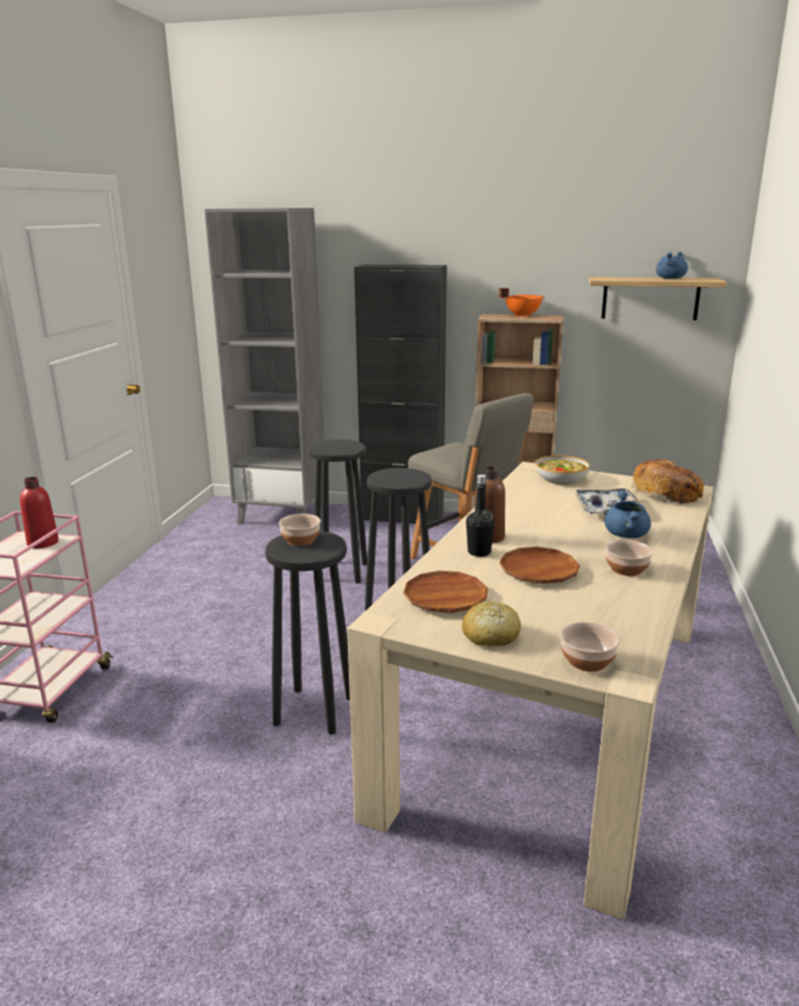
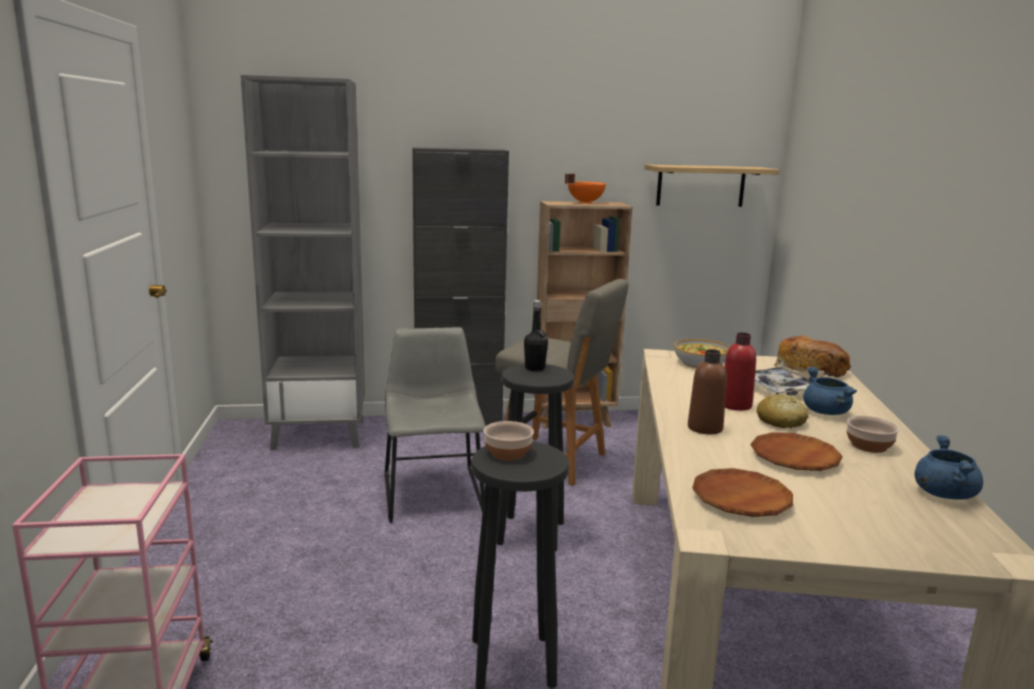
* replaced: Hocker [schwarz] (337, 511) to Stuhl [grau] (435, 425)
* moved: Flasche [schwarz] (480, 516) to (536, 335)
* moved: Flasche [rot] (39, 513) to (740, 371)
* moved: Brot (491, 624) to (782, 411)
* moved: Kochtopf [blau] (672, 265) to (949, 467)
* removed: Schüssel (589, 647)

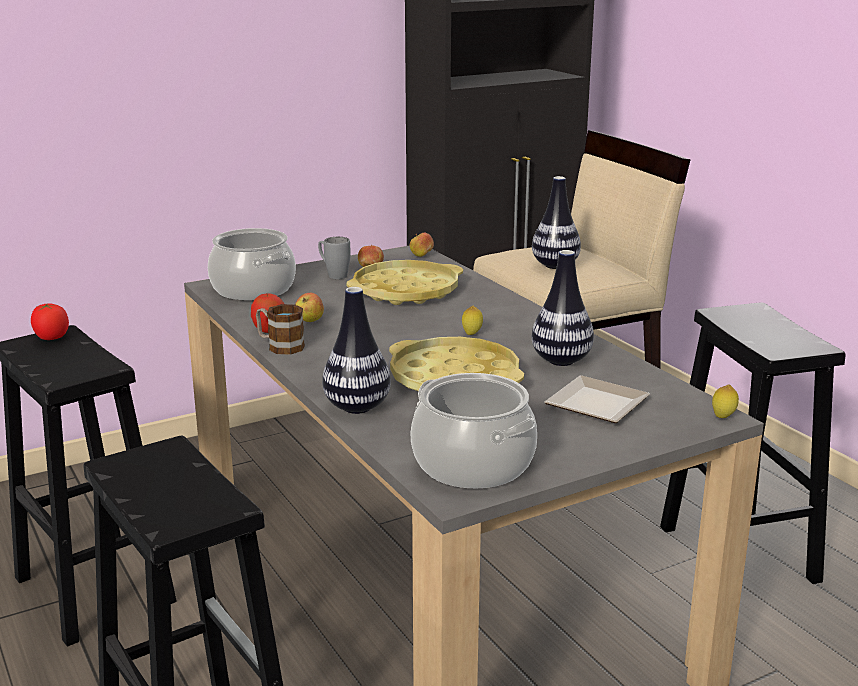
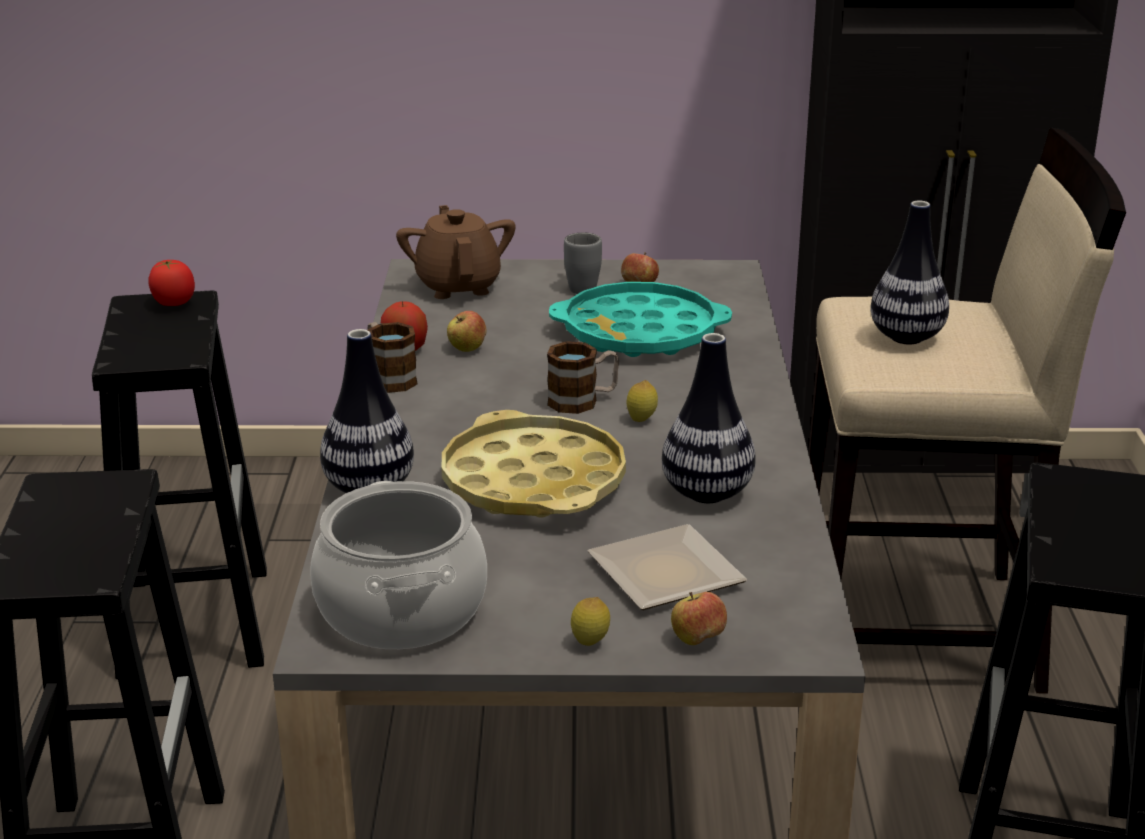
* replaced: Kochtopf (252, 264) to Teekanne [braun] (456, 252)
* added: Henkelbecher (583, 377)
* recoloured: Tablett [gelb] (405, 282) to Tablett [türkis] (640, 319)
* moved: Zitrone (725, 401) to (590, 621)
* moved: Apfel (422, 244) to (699, 618)

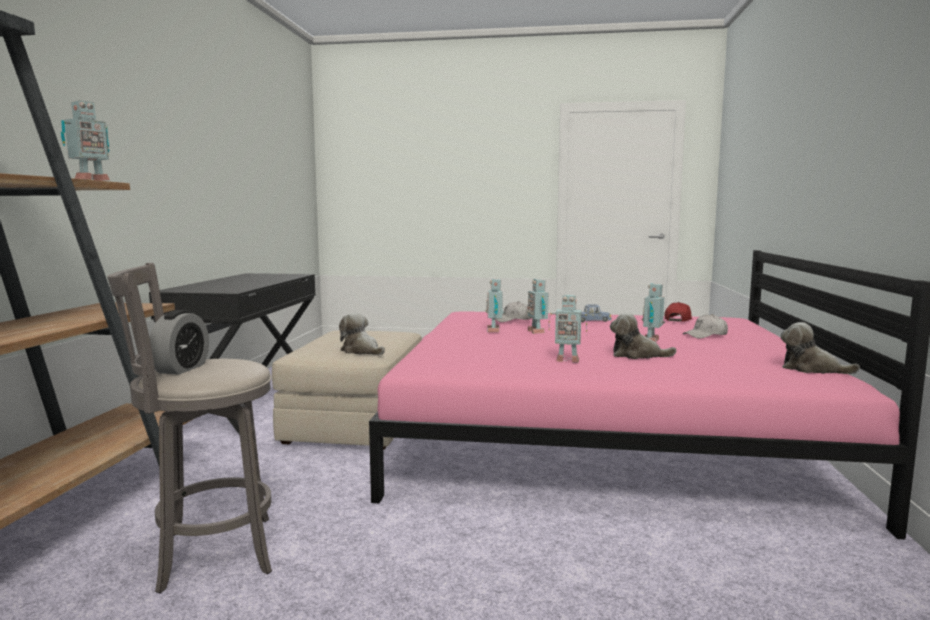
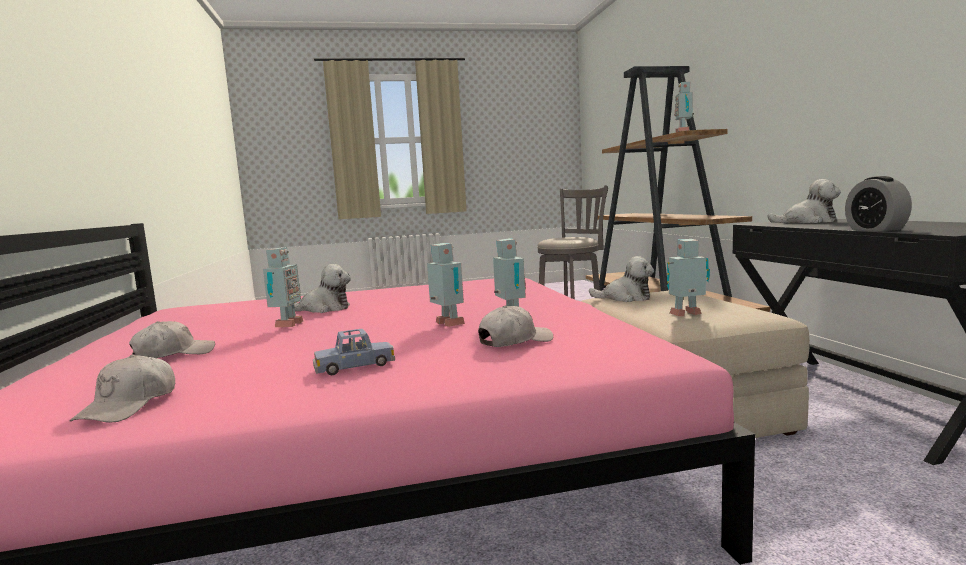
* recoloured: Kappe [rot] (679, 312) to Kappe [weiß] (122, 388)
* moved: Spielzeugroboter (568, 329) to (688, 277)
* moved: Plüschtier (820, 348) to (804, 201)
* moved: Wecker (179, 342) to (878, 203)

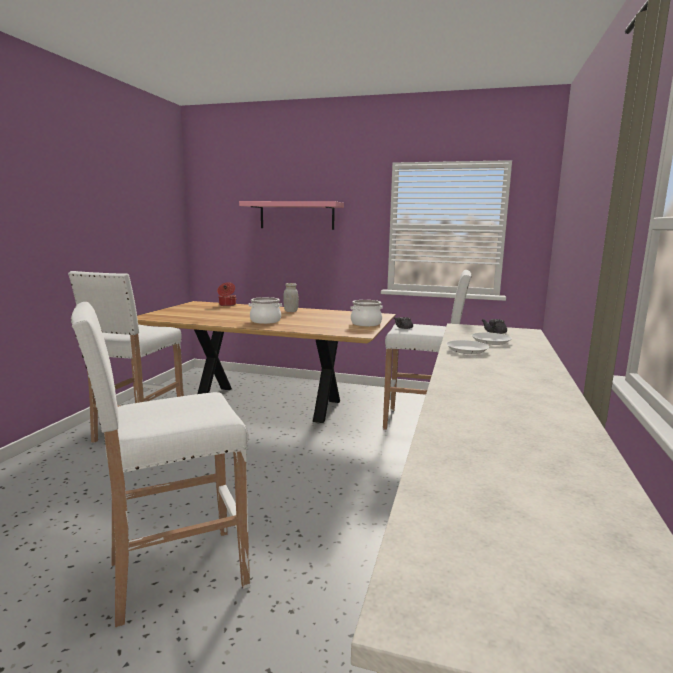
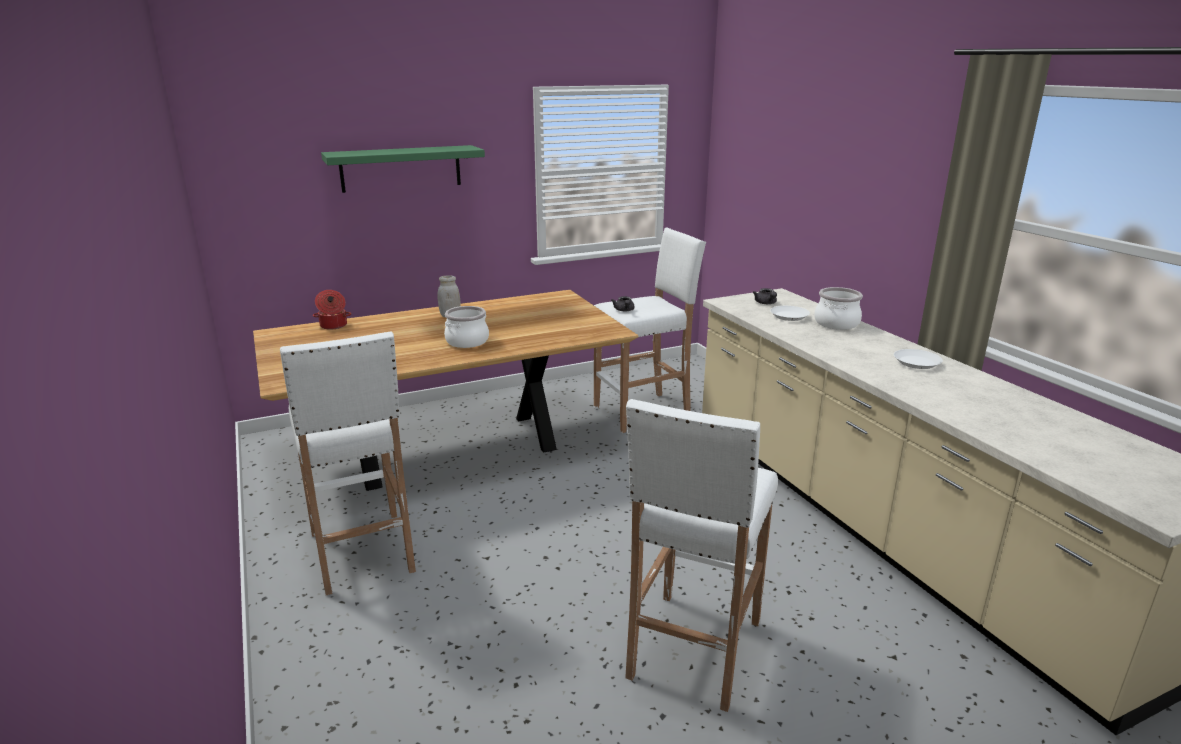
* recoloured: Wandregal [rosa] (291, 215) to Wandregal [grün] (403, 169)
* moved: Kochtopf (367, 313) to (838, 308)
* moved: Teller [weiß] (467, 347) to (918, 359)

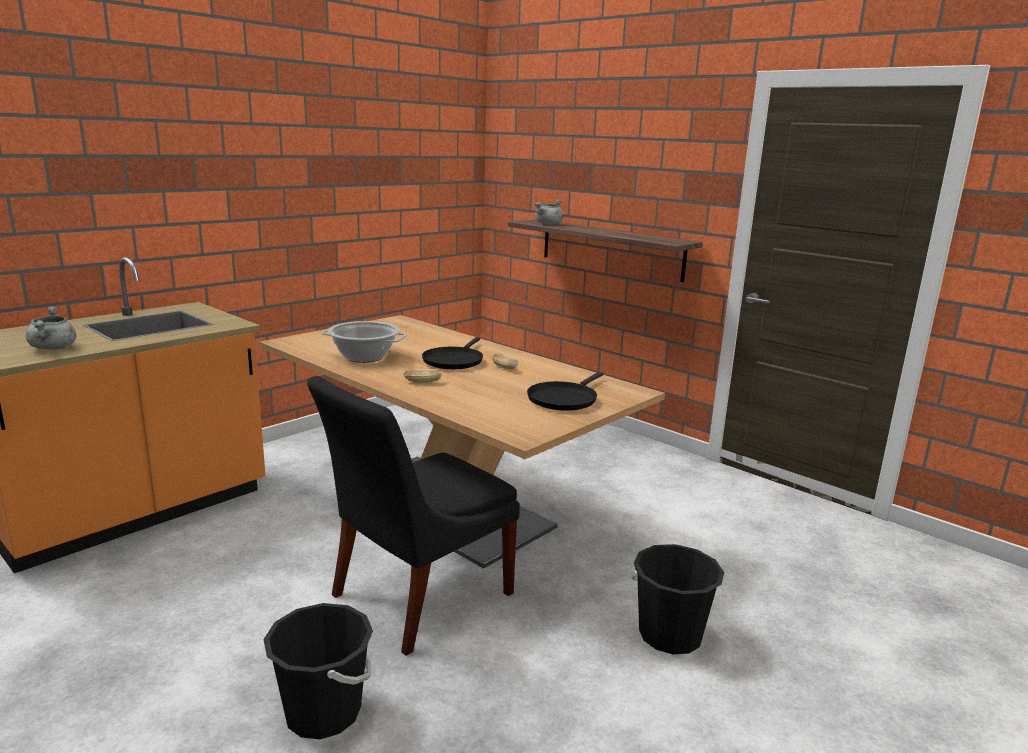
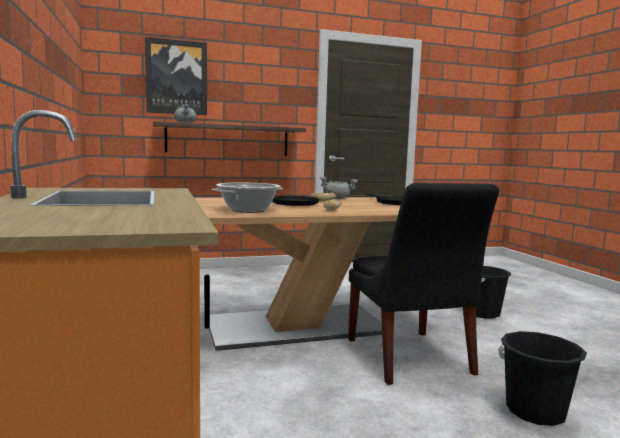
* added: Bild (176, 76)
* moved: Kochtopf [grau] (51, 328) to (339, 187)

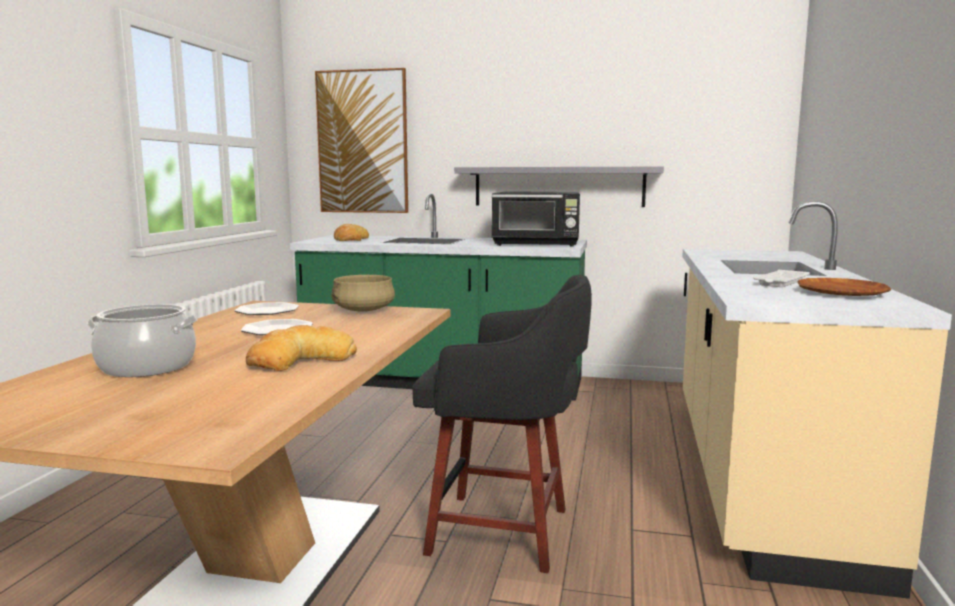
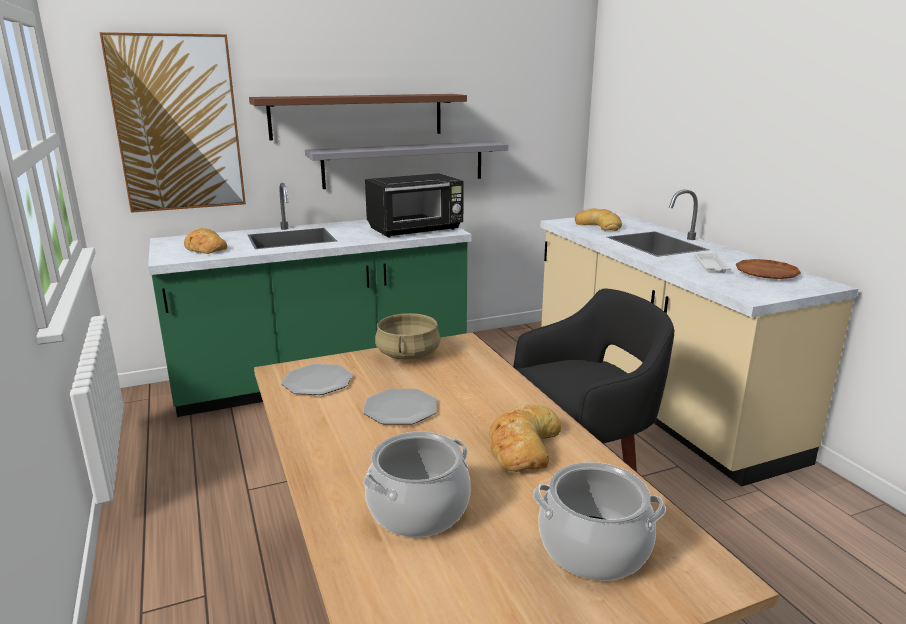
* added: Wandregal [braun] (358, 117)
* added: Kochtopf (599, 521)
* added: Brot (598, 219)

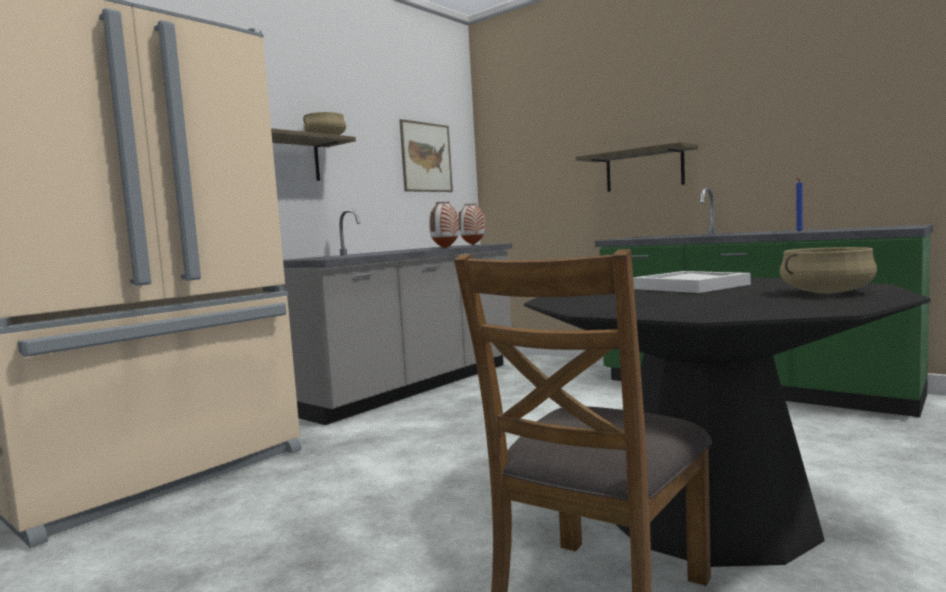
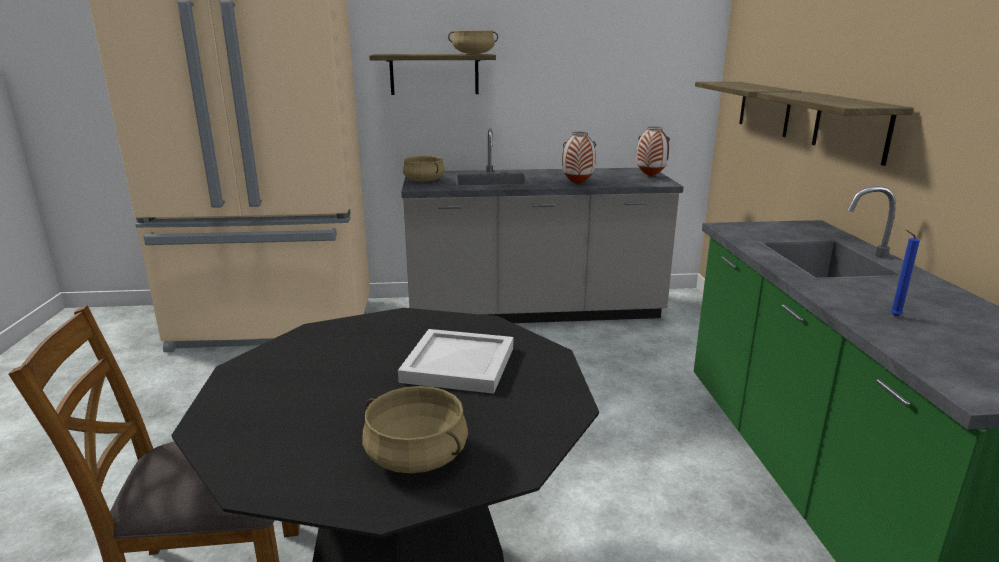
* added: Kochtopf [beige] (424, 169)
* added: Wandregal (748, 109)
* removed: Bild (426, 155)

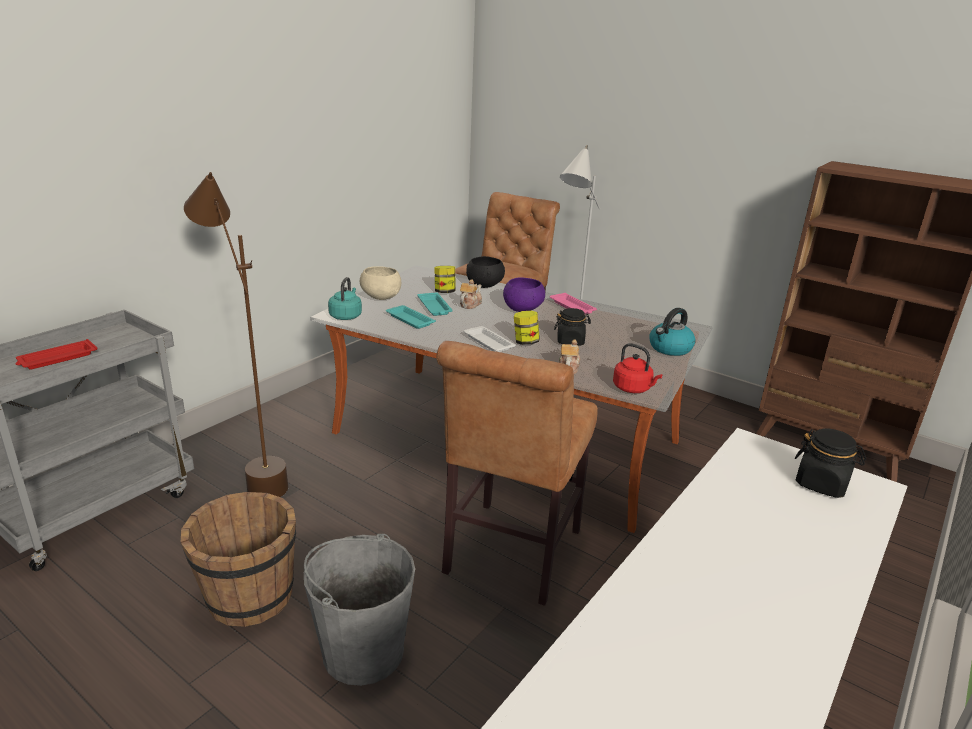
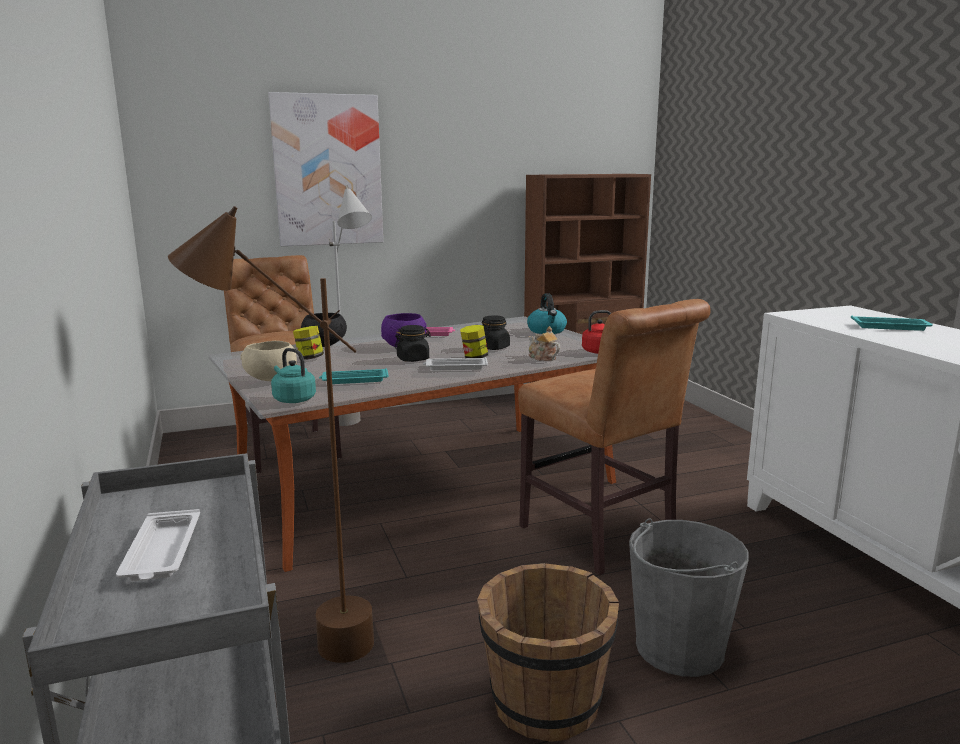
* recoloured: Tablett [rot] (56, 354) to Tablett [weiß] (158, 545)
* added: Bild (325, 169)
* moved: Vorratsglas [schwarz] (830, 463) to (413, 343)
* moved: Tablett [türkis] (435, 304) to (892, 323)
* removed: Teekanne (471, 294)

